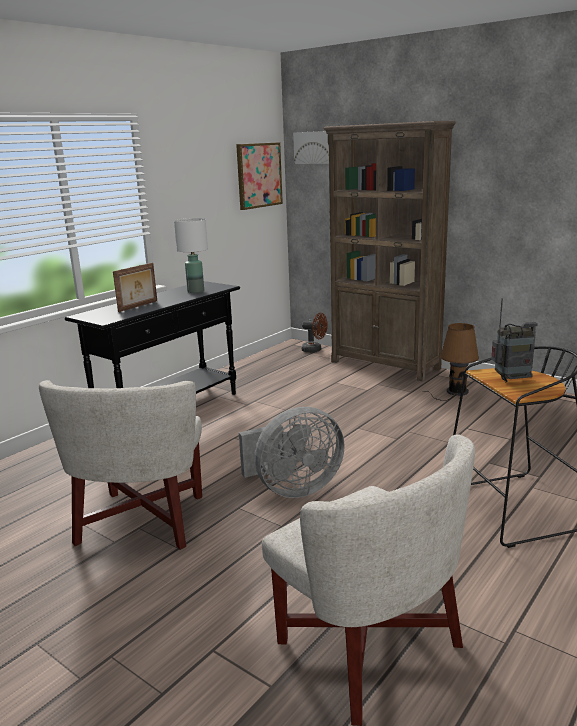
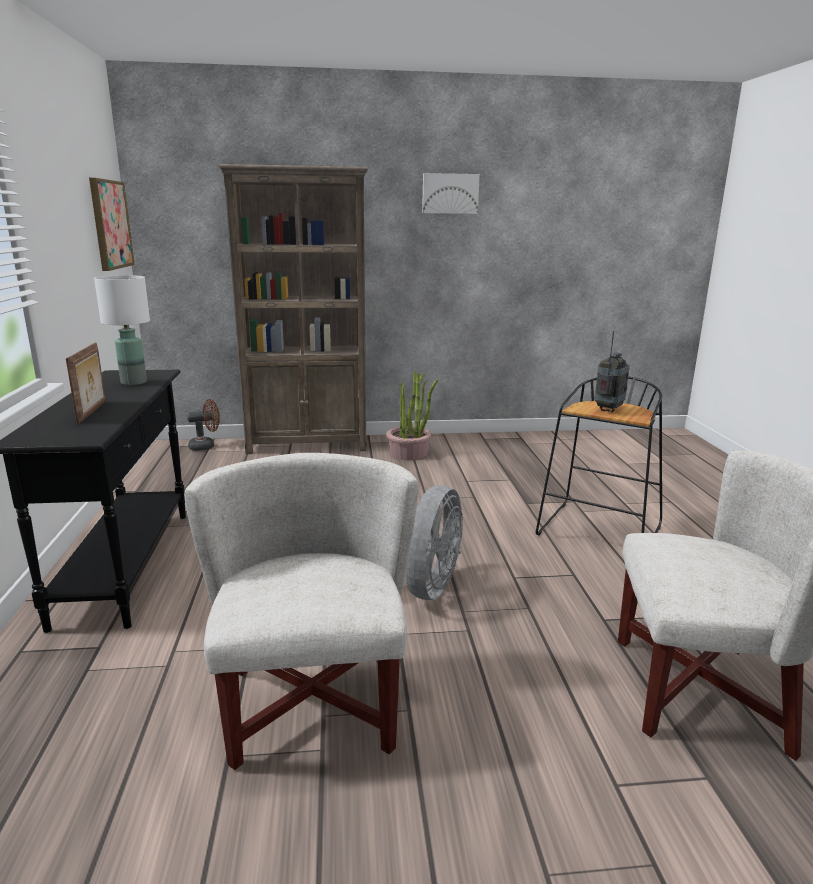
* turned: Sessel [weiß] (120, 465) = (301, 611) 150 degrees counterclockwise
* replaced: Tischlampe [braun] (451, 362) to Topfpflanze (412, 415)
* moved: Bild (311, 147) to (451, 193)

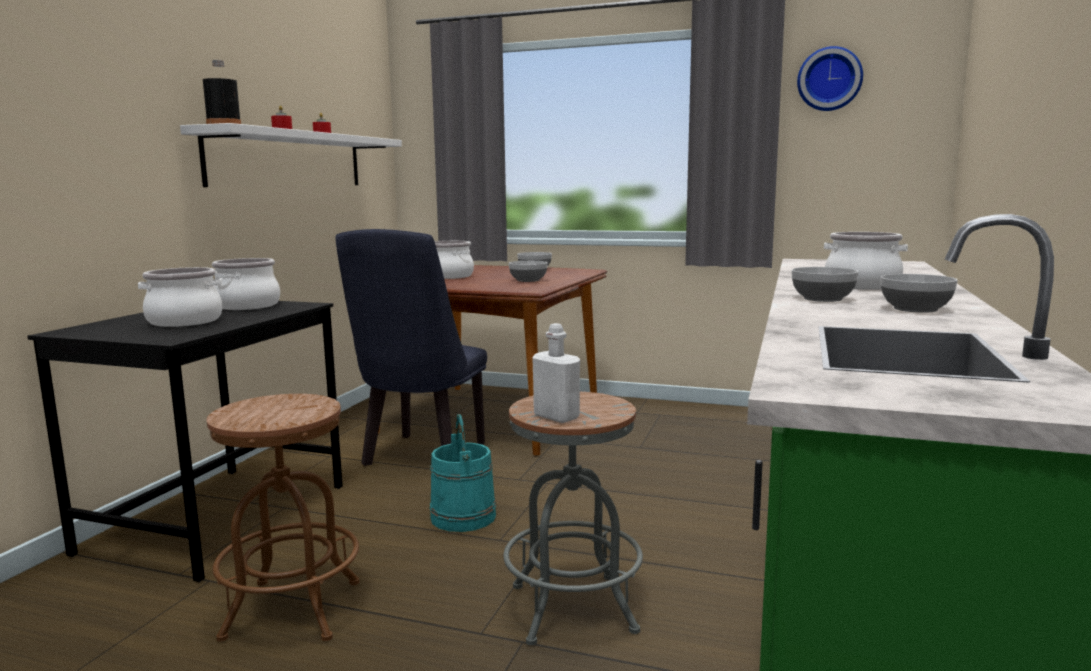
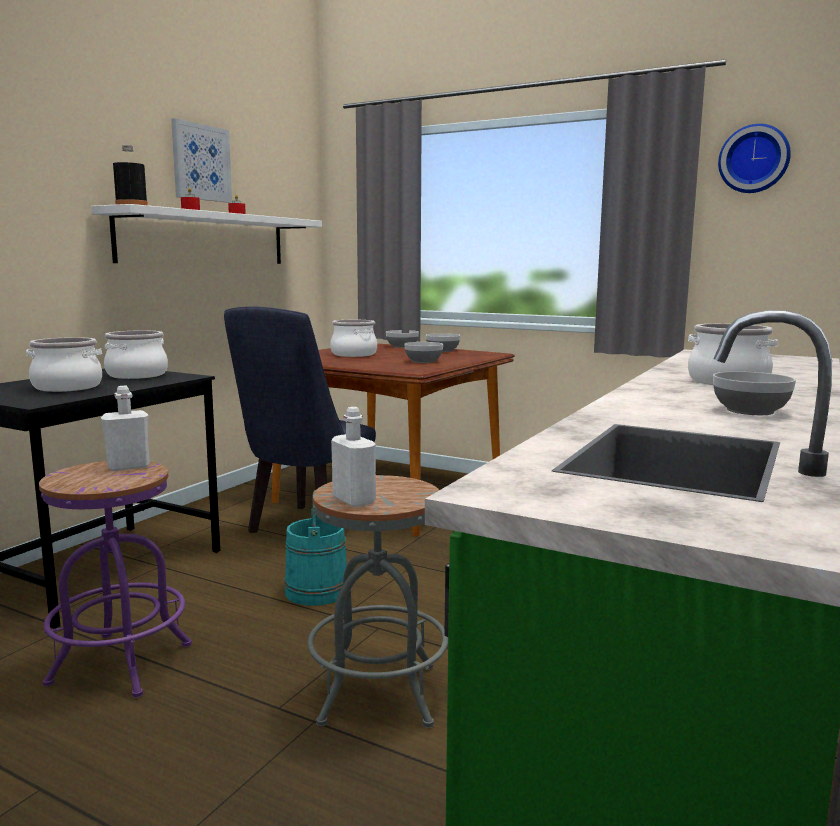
* recoloured: Hocker [braun] (283, 518) to Hocker [lila] (115, 579)
* added: Flasche [weiß] (125, 428)
* added: Bild (201, 160)
* moved: Schüssel (825, 284) to (402, 339)

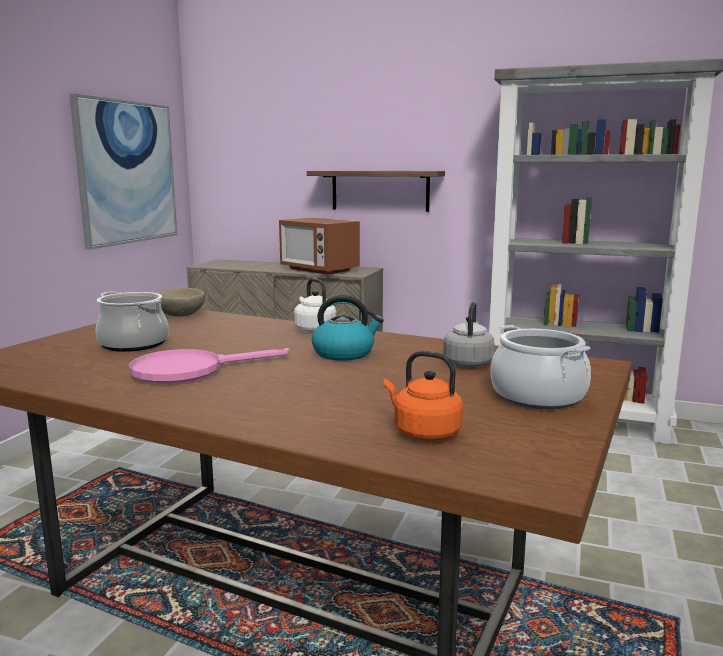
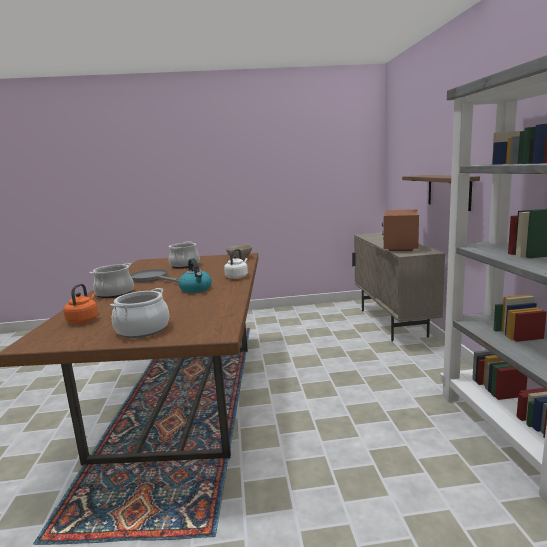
* added: Kochtopf (111, 280)
* recoloured: Pfanne [rosa] (209, 366) to Pfanne [grau] (154, 275)
* removed: Bild (123, 172)
* removed: Wasserkessel [grau] (469, 334)

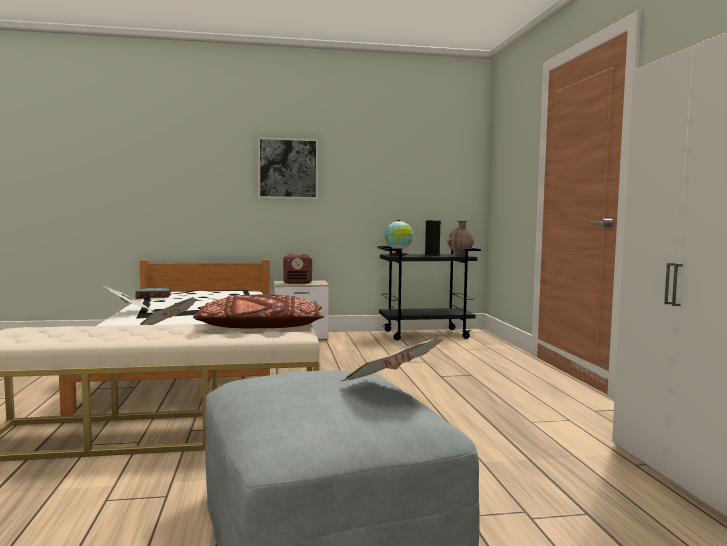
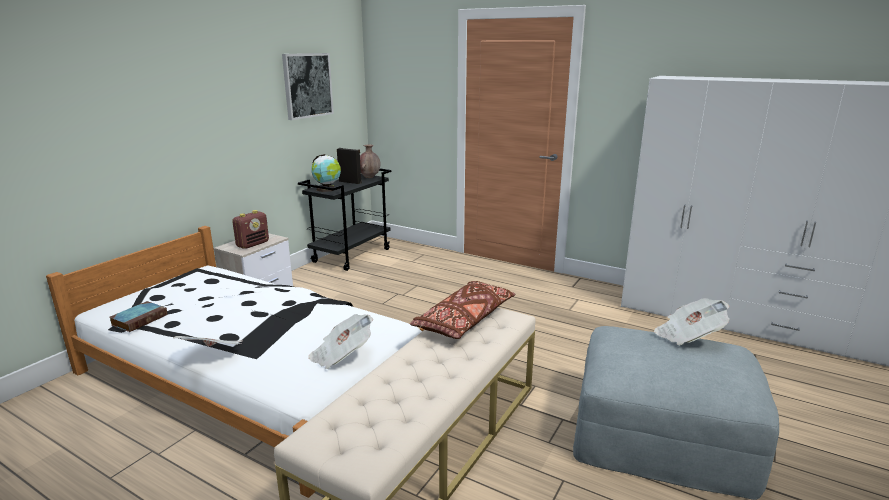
* moved: Bild (288, 168) to (308, 86)

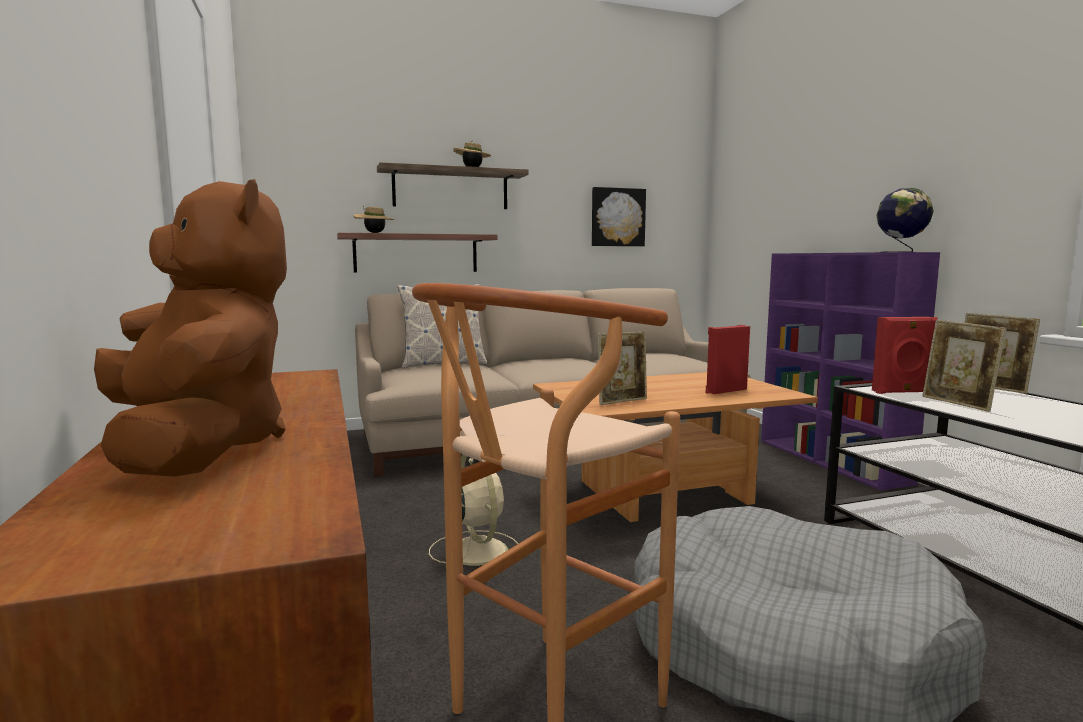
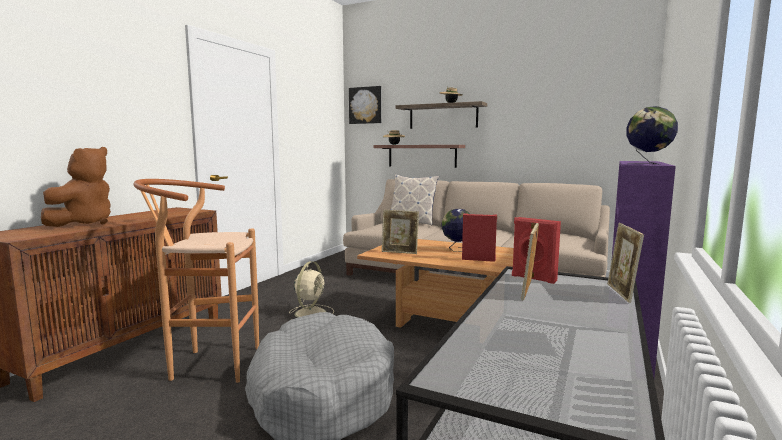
* moved: Bild (619, 216) to (365, 105)
* added: Globus (455, 230)

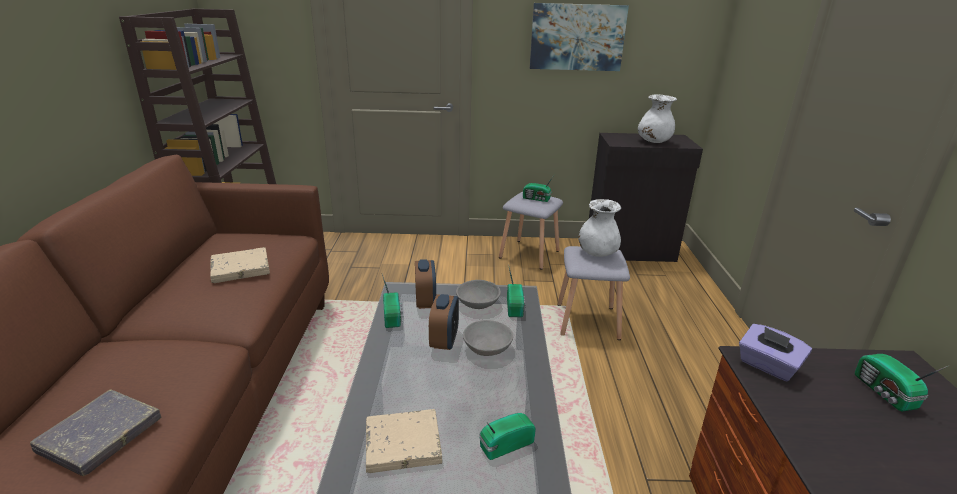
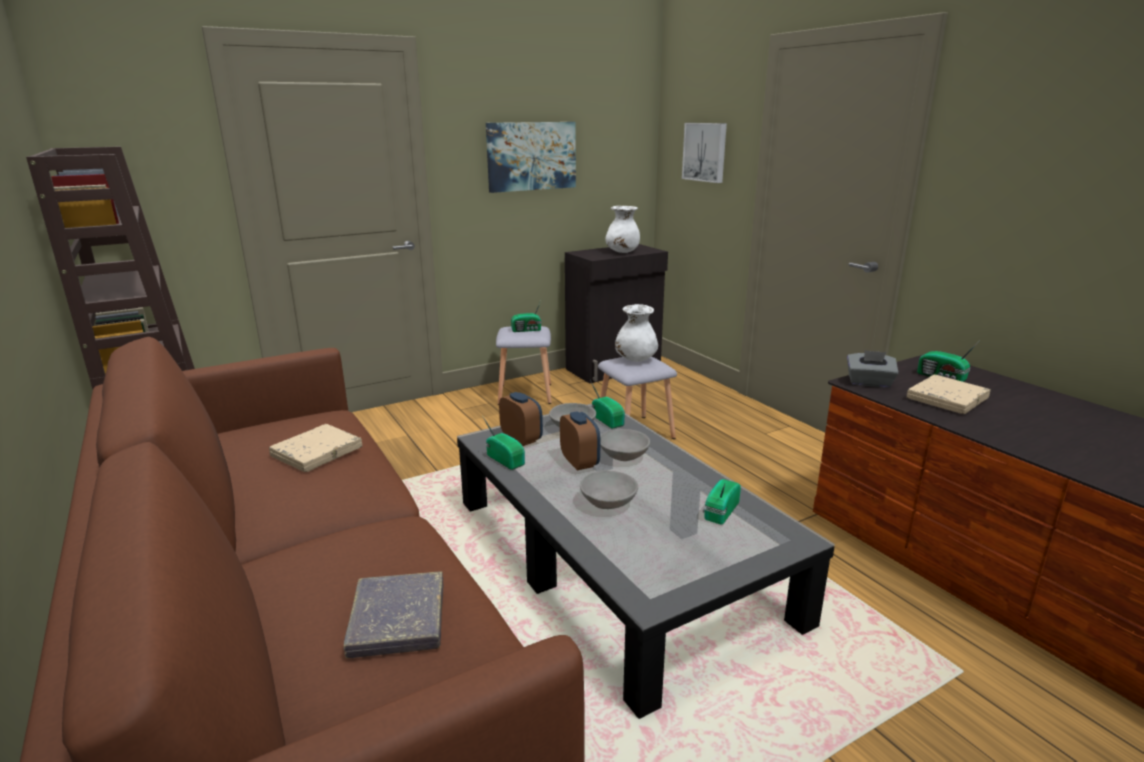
* added: Schüssel [grau] (609, 490)
* added: Bild (704, 153)
* recoloured: Taschentuchbox [lila] (775, 353) to Taschentuchbox [grau] (873, 369)
* moved: Buch [beige] (404, 441) to (949, 394)

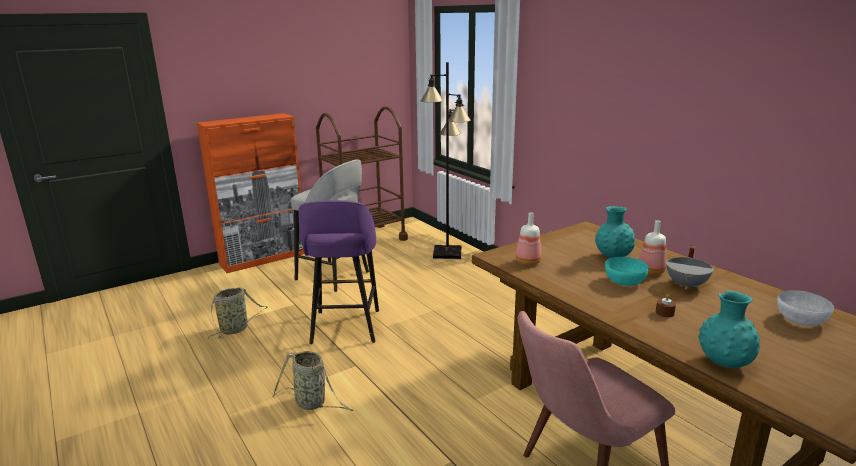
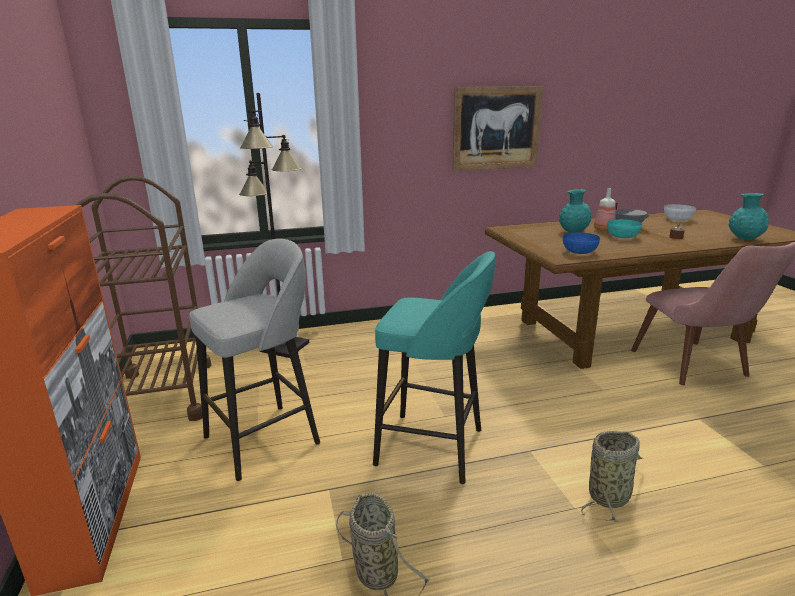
* recoloured: Hocker [lila] (338, 272) to Hocker [türkis] (434, 367)
* added: Bild (498, 128)
* replaced: Flasche (528, 239) to Schüssel [blau] (581, 243)

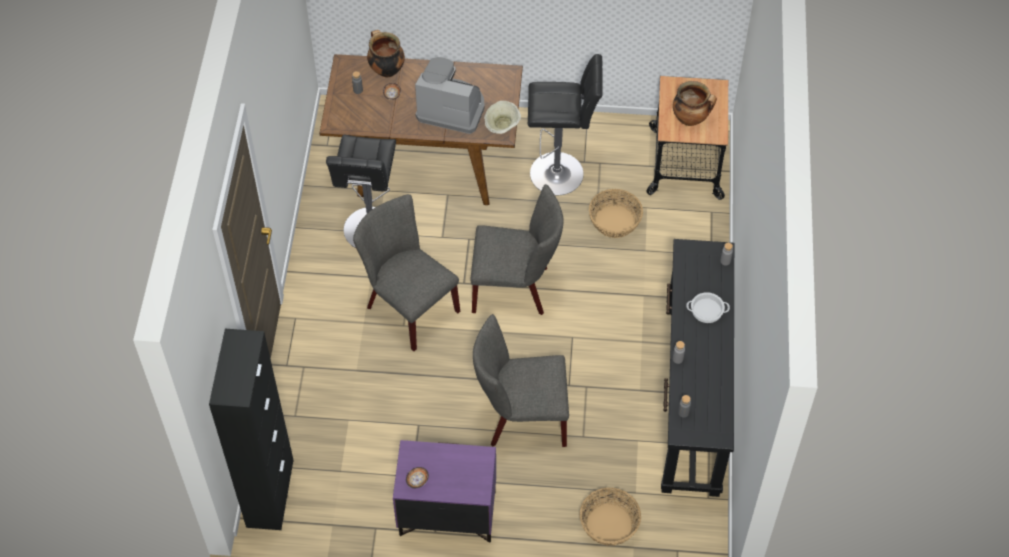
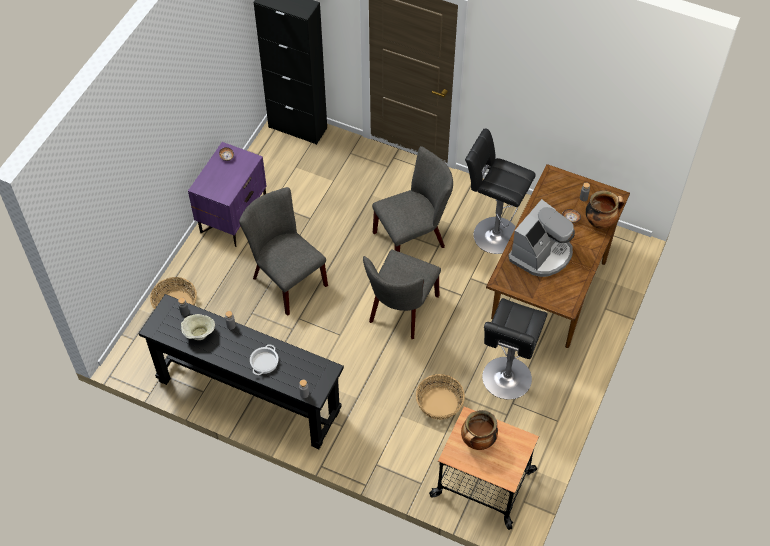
* moved: Schüssel [beige] (502, 117) to (198, 327)
* turned: Stuhl [grau] (521, 380) = (283, 251) 60 degrees counterclockwise

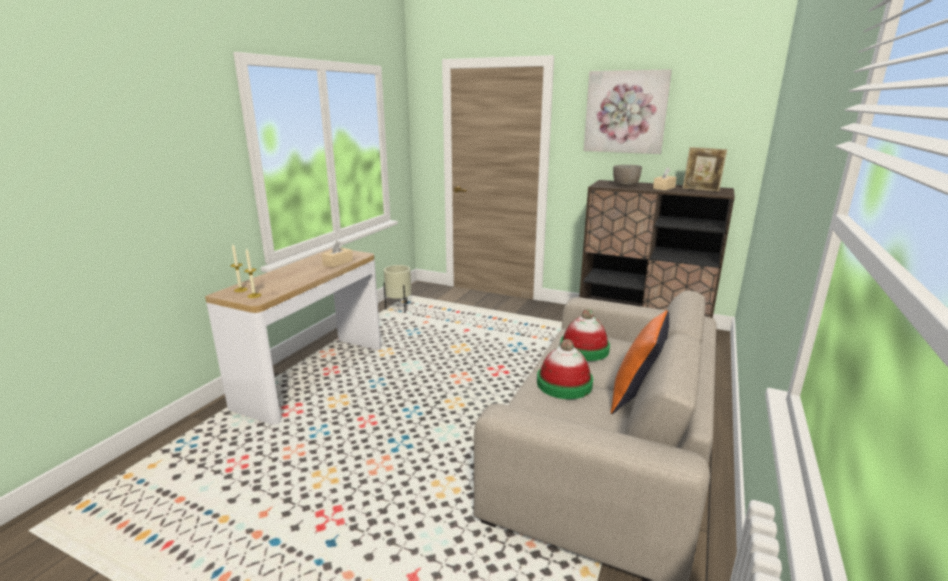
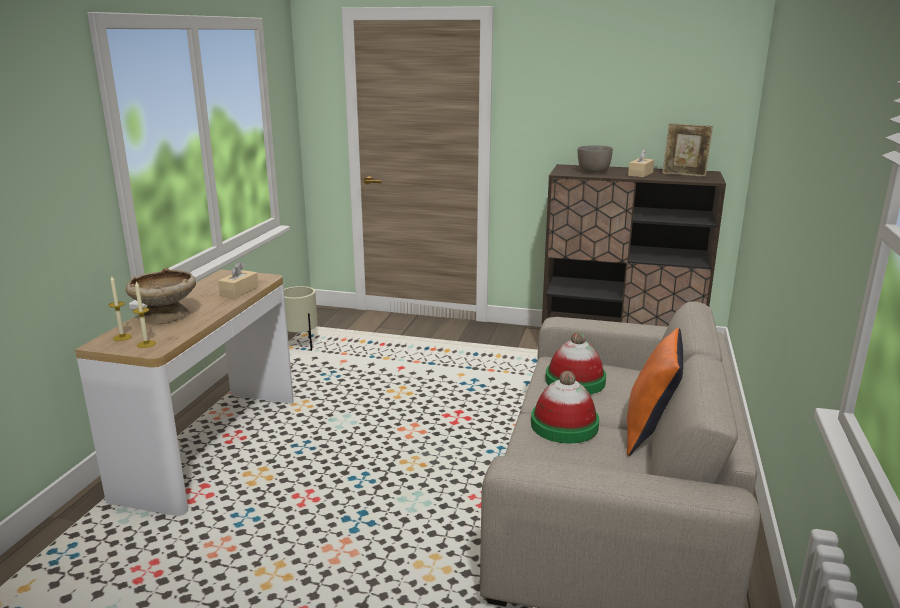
* added: Schüssel [beige] (161, 296)
* removed: Bild (628, 111)

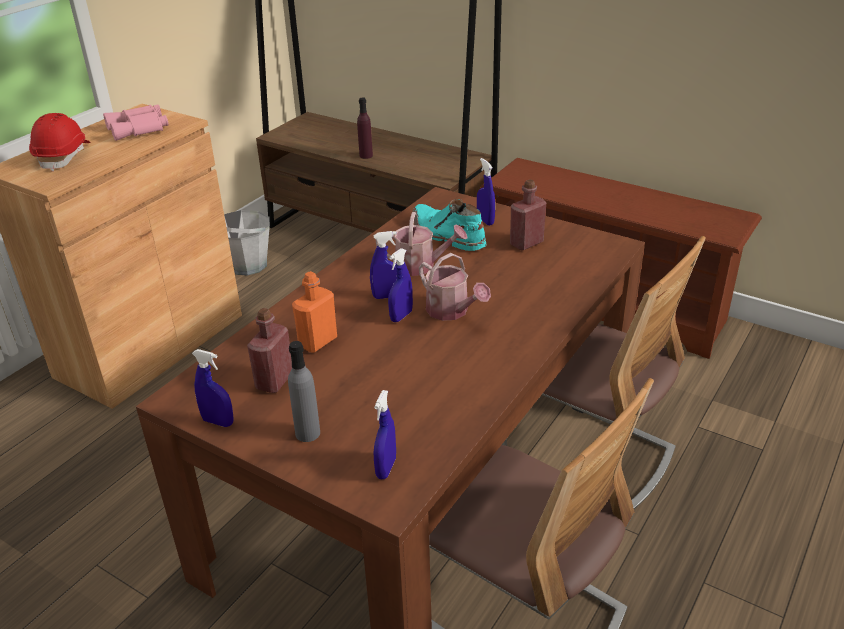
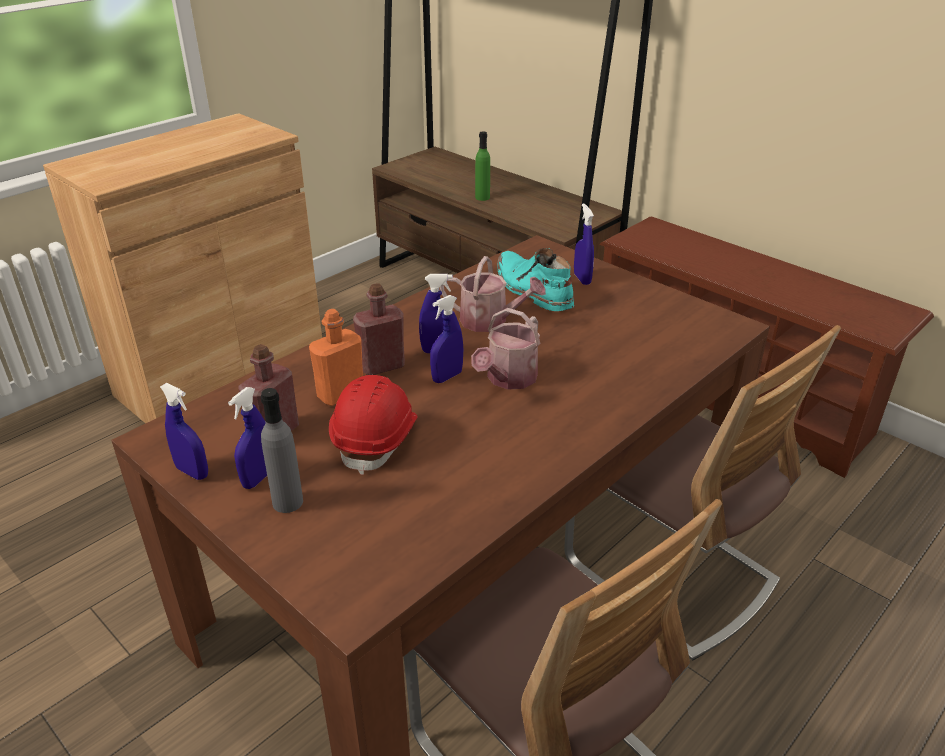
* moved: Sprühflasche [blau] (385, 434) to (247, 438)
* moved: Schutzhelm [rot] (59, 142) to (373, 425)
* moved: Flasche [rot] (528, 215) to (379, 329)
* turned: Gießkanne (455, 287) = (506, 349) 60 degrees clockwise
* recoloured: Flasche [lila] (365, 128) to Flasche [grün] (482, 166)
* removed: Fernglas [rosa] (136, 123)
* removed: Eimer [grau] (247, 243)

